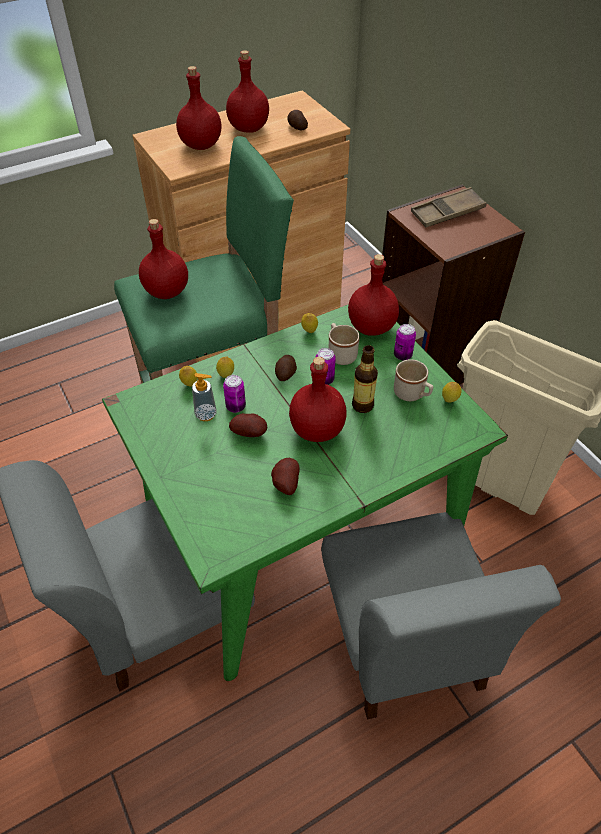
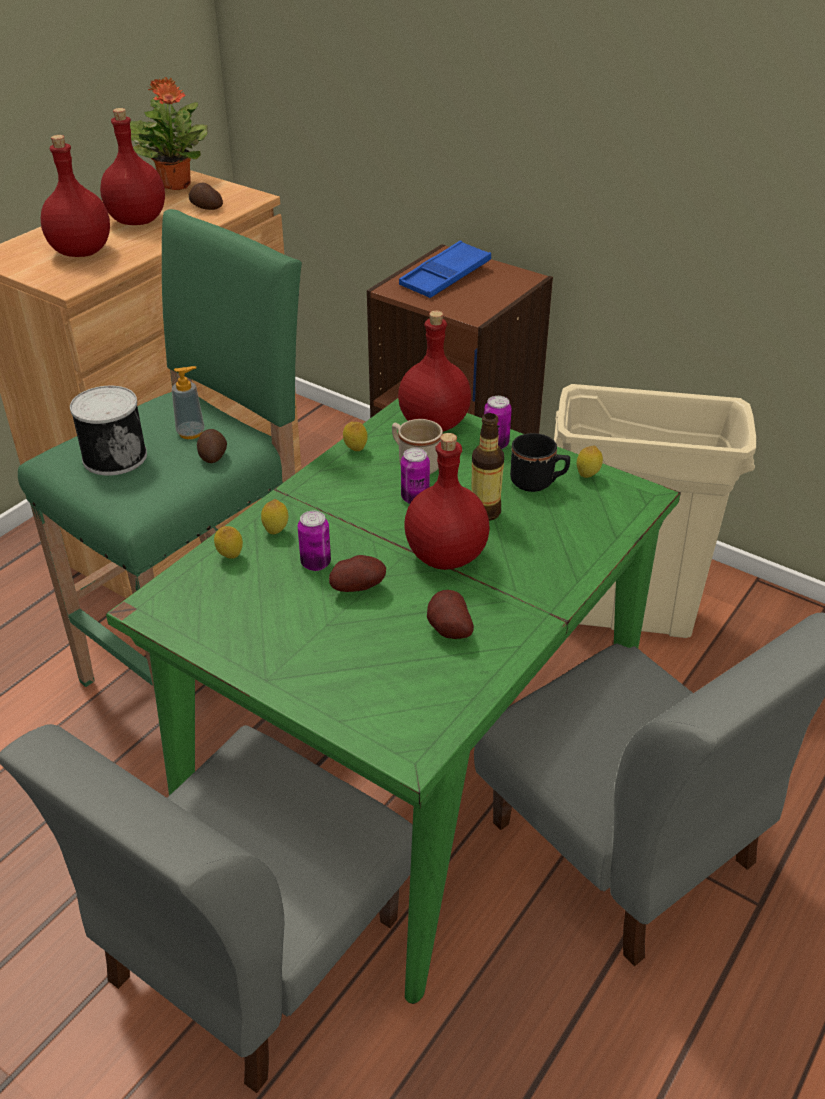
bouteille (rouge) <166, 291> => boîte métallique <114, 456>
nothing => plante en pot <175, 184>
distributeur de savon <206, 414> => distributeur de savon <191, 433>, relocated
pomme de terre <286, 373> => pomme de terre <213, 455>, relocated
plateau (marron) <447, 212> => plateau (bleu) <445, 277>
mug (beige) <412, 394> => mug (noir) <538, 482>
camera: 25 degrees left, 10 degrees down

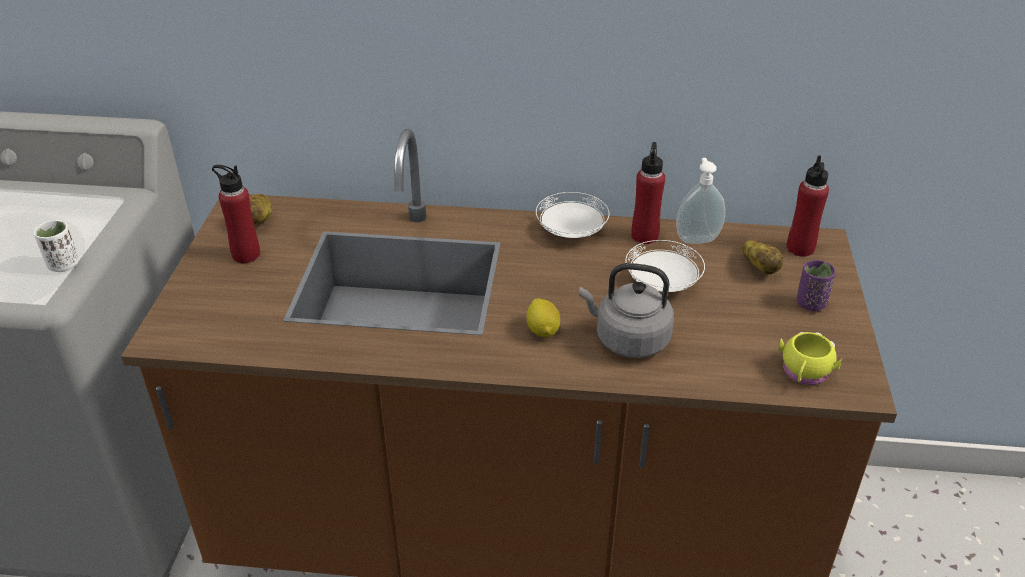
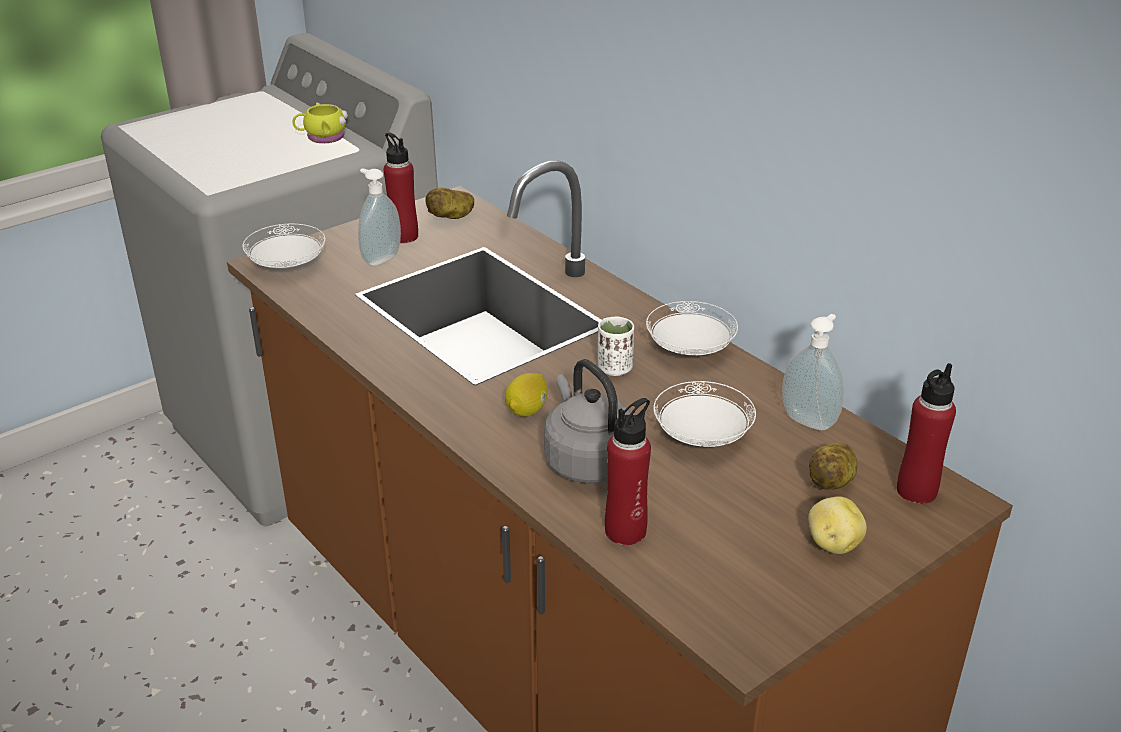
nothing => assiette (blanc) <288, 266>
mug (jaune) <804, 374> => mug (jaune) <322, 137>, relocated
nothing => distributeur de savon <380, 258>
tasse (blanc) <63, 265> => tasse (blanc) <614, 368>, relocated
bouteille (rouge) <644, 236> => bouteille (rouge) <625, 531>, relocated
tasse (violet) <811, 303> => pomme de terre <832, 544>
camera: 45 degrees right, 5 degrees down

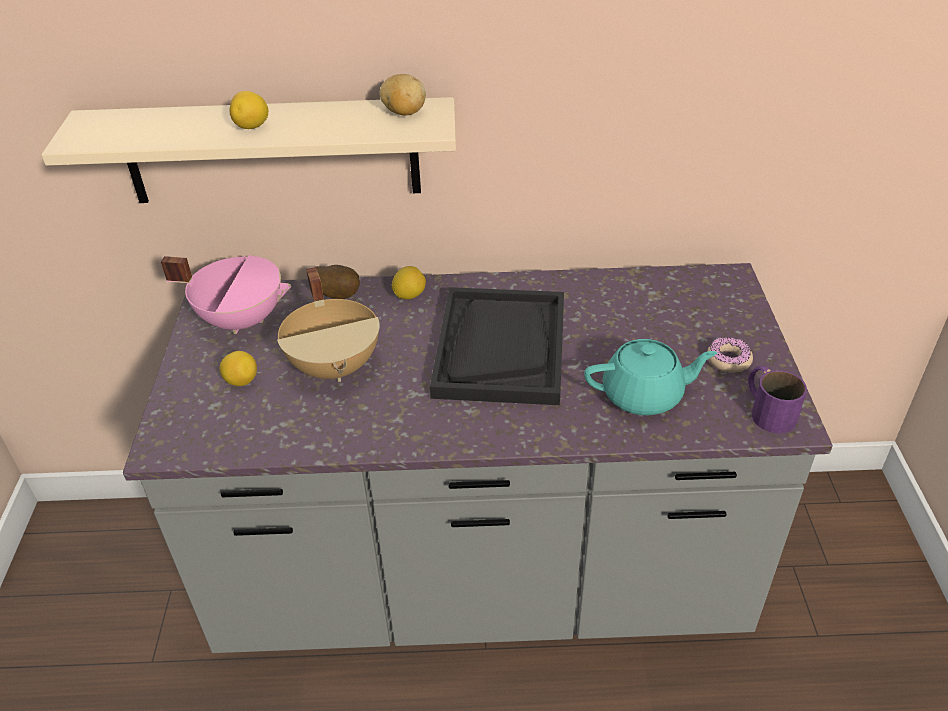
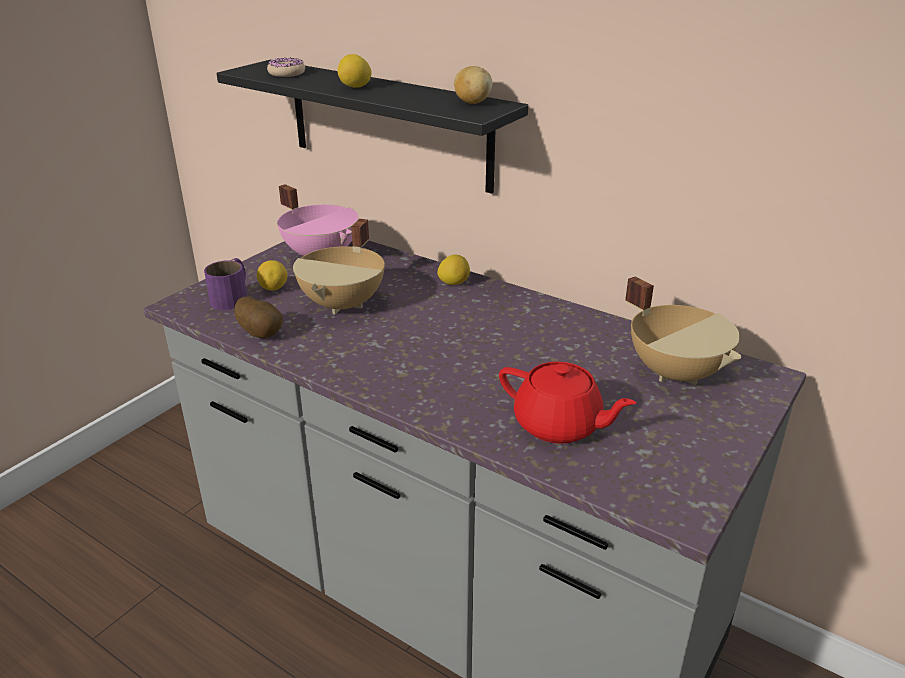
mug (violet) <766, 409> => mug (violet) <233, 296>, relocated
étagère (beige) <272, 151> => étagère (noir) <388, 124>
pomme de terre <338, 295> => pomme de terre <262, 334>, relocated
beignet <728, 360> => beignet <286, 73>, relocated
théière (turquoise) <644, 395> => théière (rouge) <559, 425>
nothing => marmite (beige) <677, 372>
plateau (noir) <500, 348> => nothing
camera: 35 degrees right, 10 degrees down

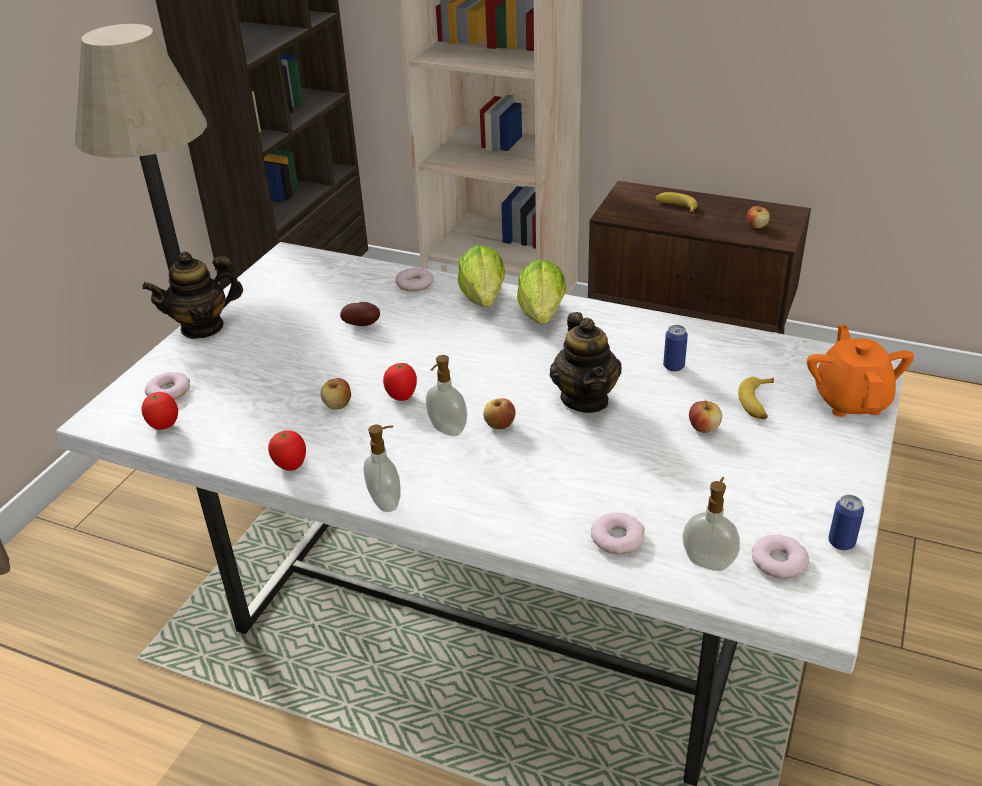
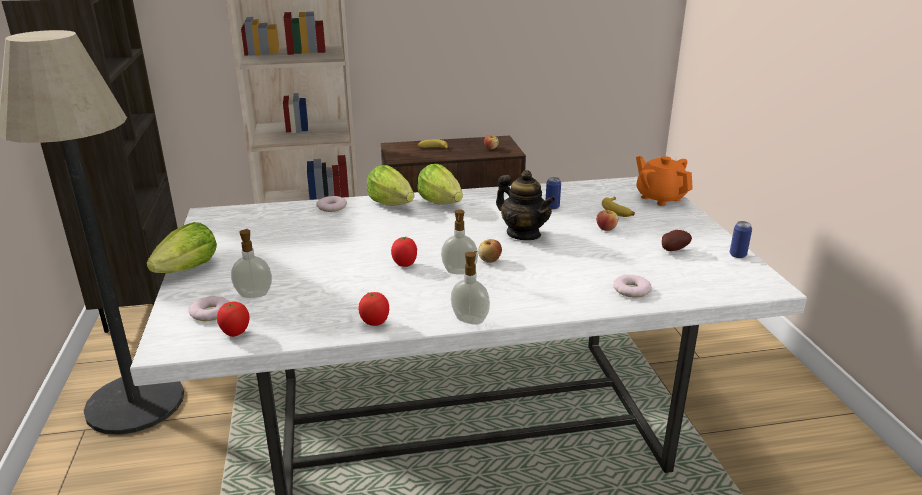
théière <202, 327> => laitue <188, 269>
distributeur de savon <708, 561> => distributeur de savon <254, 294>, relocated
pomme de terre <363, 324> => pomme de terre <673, 250>, relocated
pomme <338, 405> => nothing
beignet <778, 561> => nothing
camera: 35 degrees left, 10 degrees down

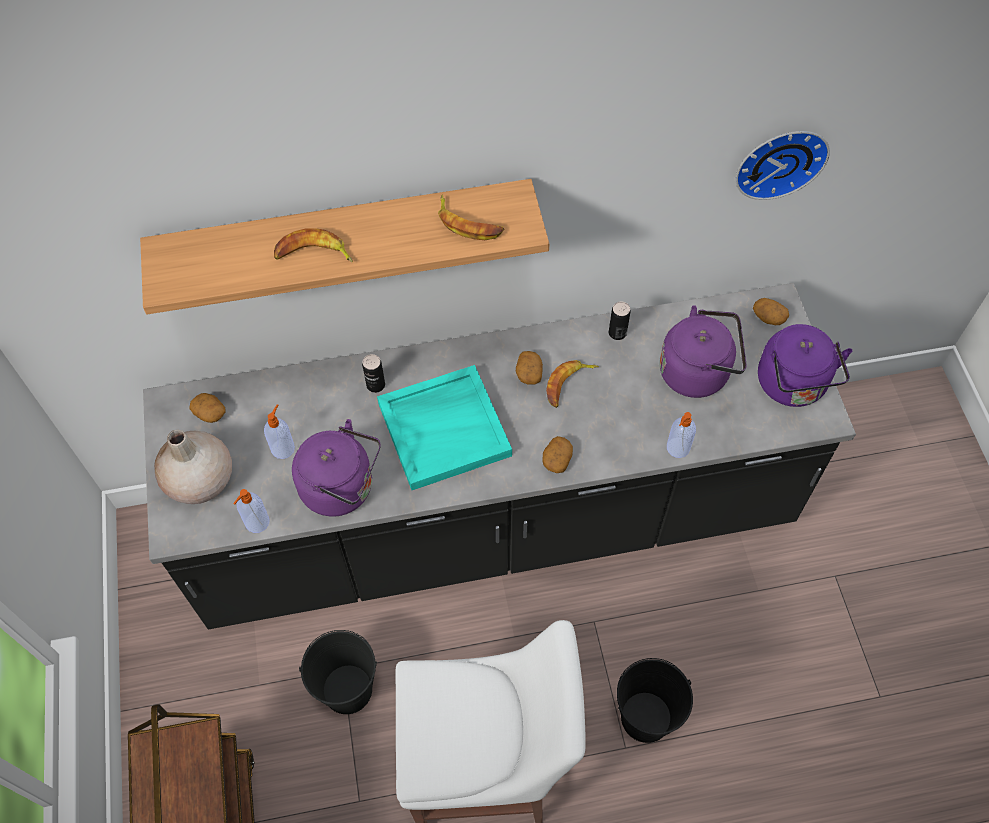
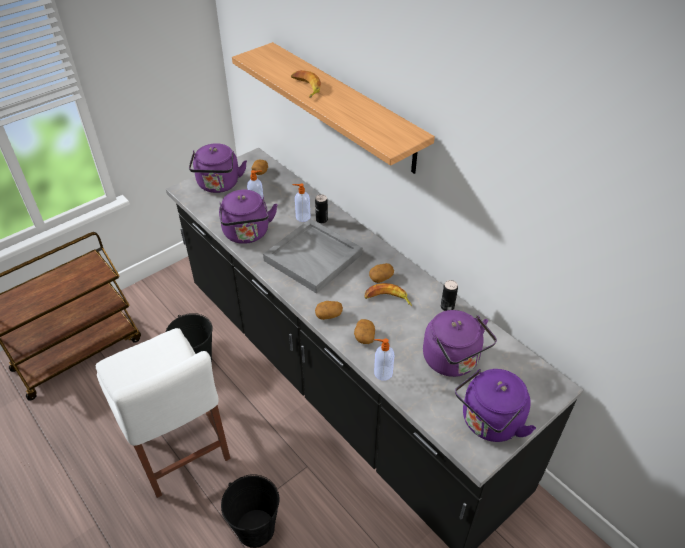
vase (beige) <200, 481> => bouilloire (violet) <219, 185>
plateau (turquoise) <444, 428> => plateau (gris) <314, 257>
distributeur de savon <256, 523> => distributeur de savon <302, 217>, relocated
pomme de terre <768, 317> => pomme de terre <364, 336>, relocated
banane <468, 224> => nothing
horloge murale <779, 160> => nothing
camera: 60 degrees right, 15 degrees down

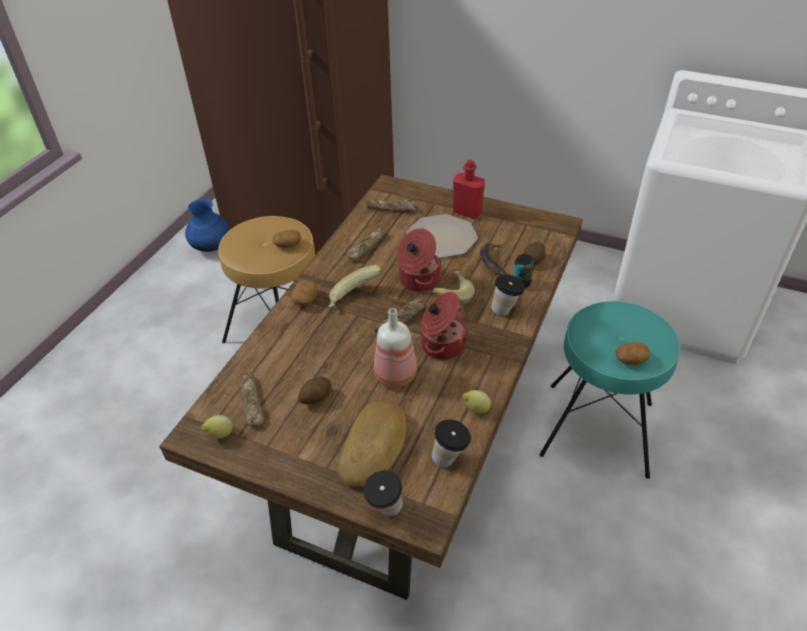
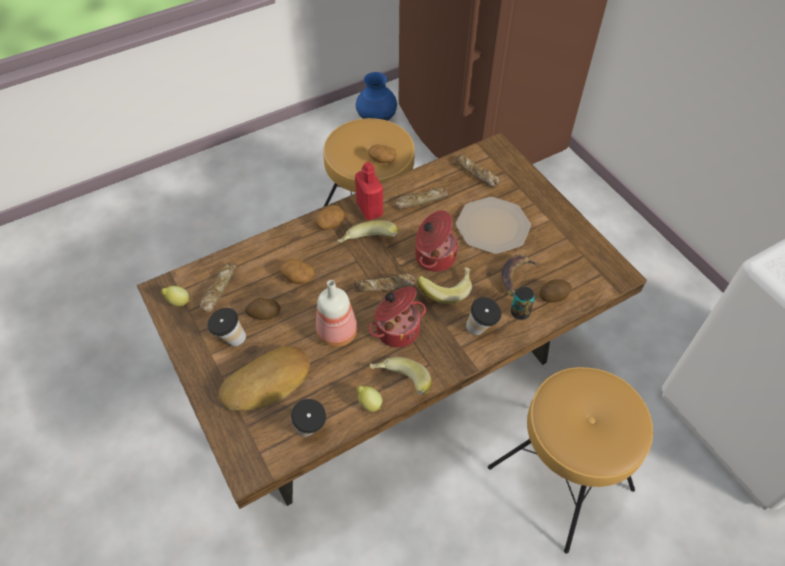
tasse <385, 511> => tasse <230, 340>, relocated
pomme de terre <630, 360> => pomme de terre <297, 277>, relocated
bouteille (rouge) <467, 212> => bouteille (rouge) <369, 209>, relocated
nothing => banane <399, 384>
tabouret (turquoise) <597, 429> => tabouret (marron) <559, 479>
camera: 35 degrees right, 10 degrees up

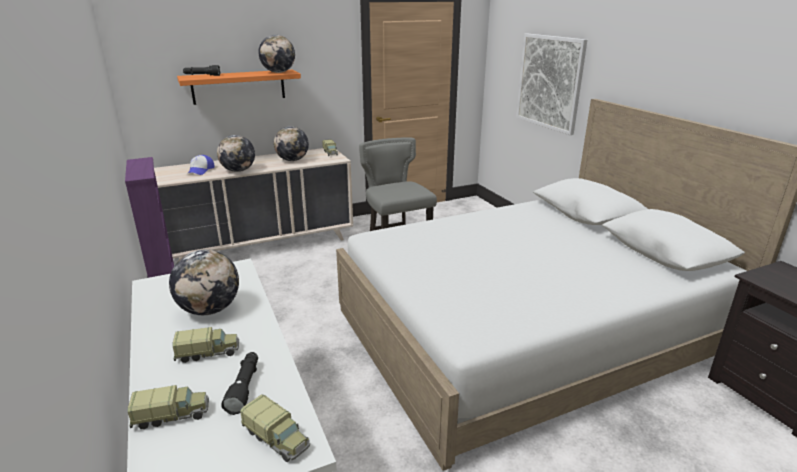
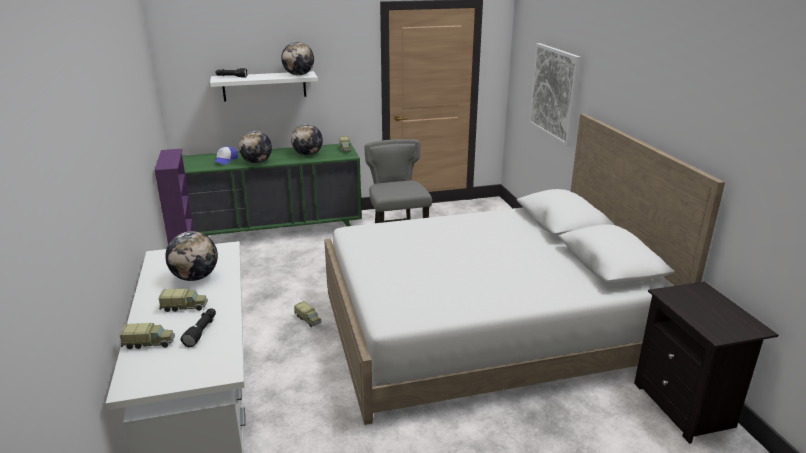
commode (beige) <261, 245> => commode (vert) <277, 230>
étagère (orange) <238, 86> => étagère (blanc) <264, 86>
camion jouet <277, 439> => camion jouet <308, 319>, relocated
camera: 10 degrees right, 0 degrees up

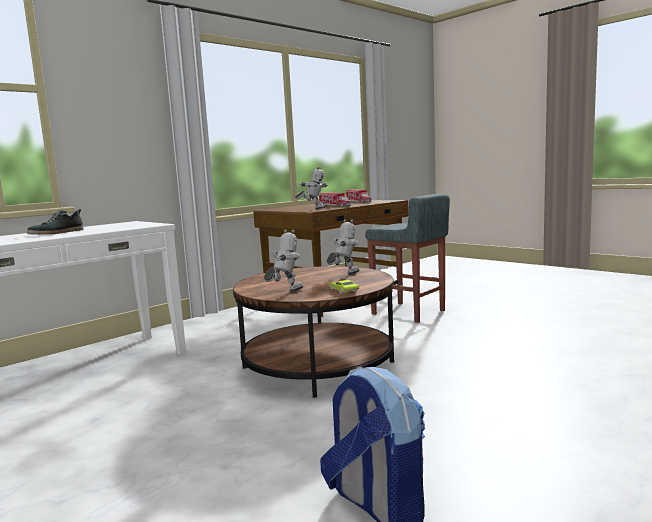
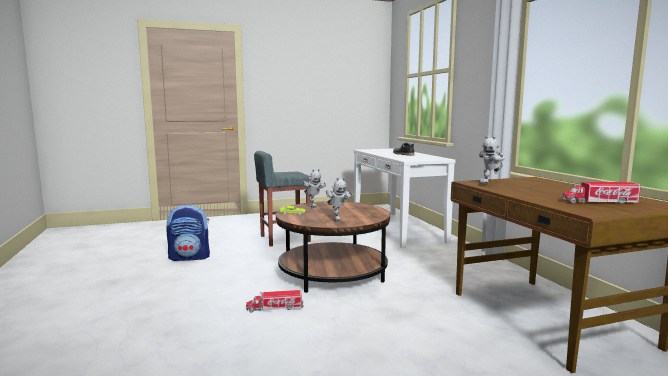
camion jouet <335, 206> => camion jouet <275, 308>, relocated
tabouret (gris) <409, 312> => tabouret (gris) <284, 239>, relocated
camera: 115 degrees right, 0 degrees up

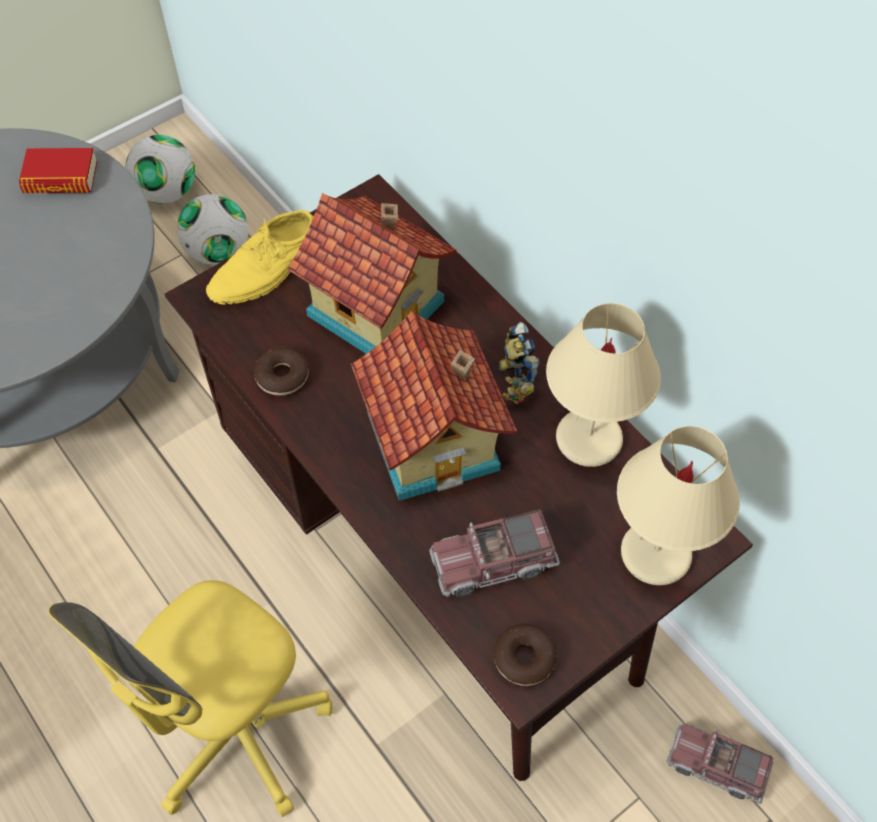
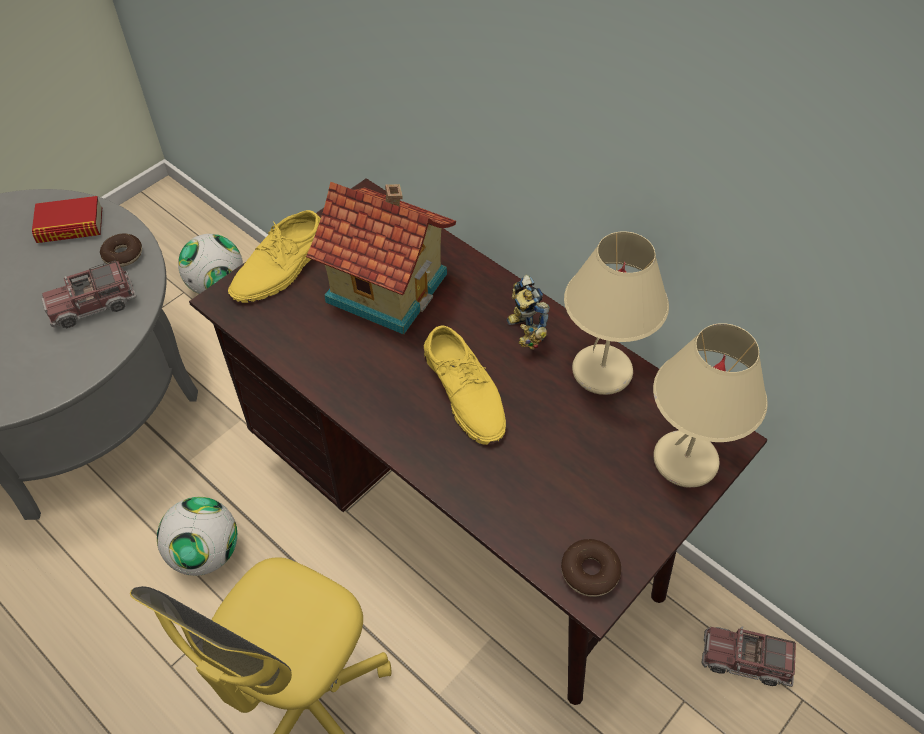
camion jouet <493, 561> => camion jouet <93, 305>, relocated
beignet <282, 376> => beignet <123, 255>, relocated
ballon de foot <167, 193> => ballon de foot <206, 553>, relocated
maison miniature <436, 440> => chaussure (jaune) <465, 392>
camera: 10 degrees left, 5 degrees down

